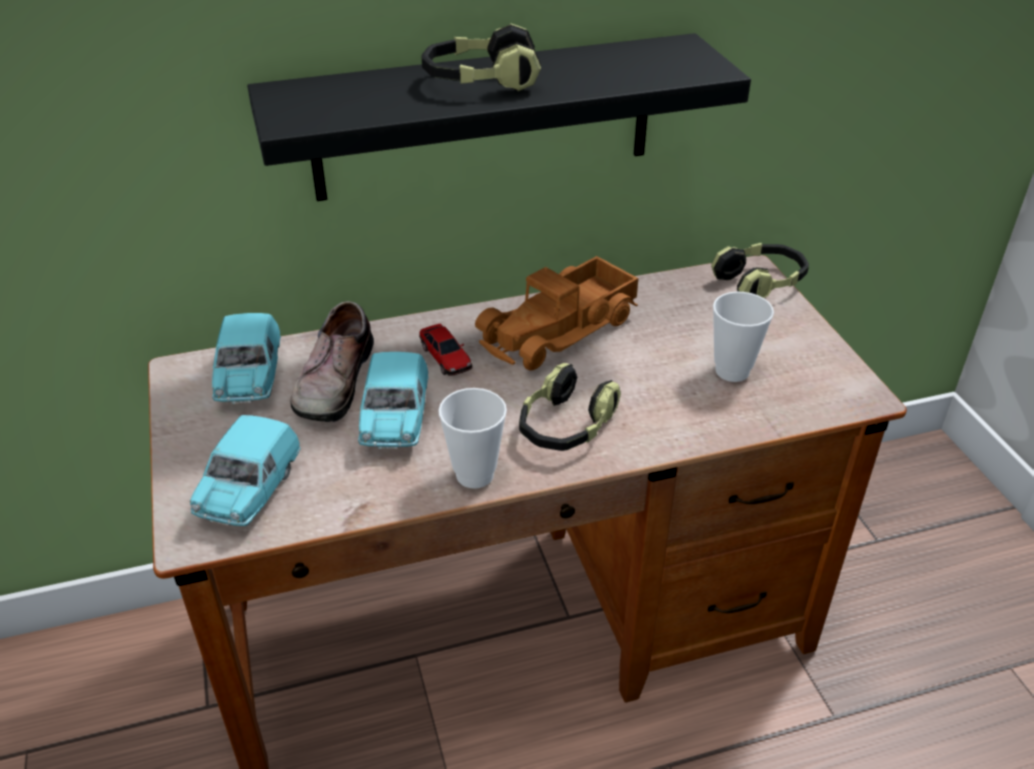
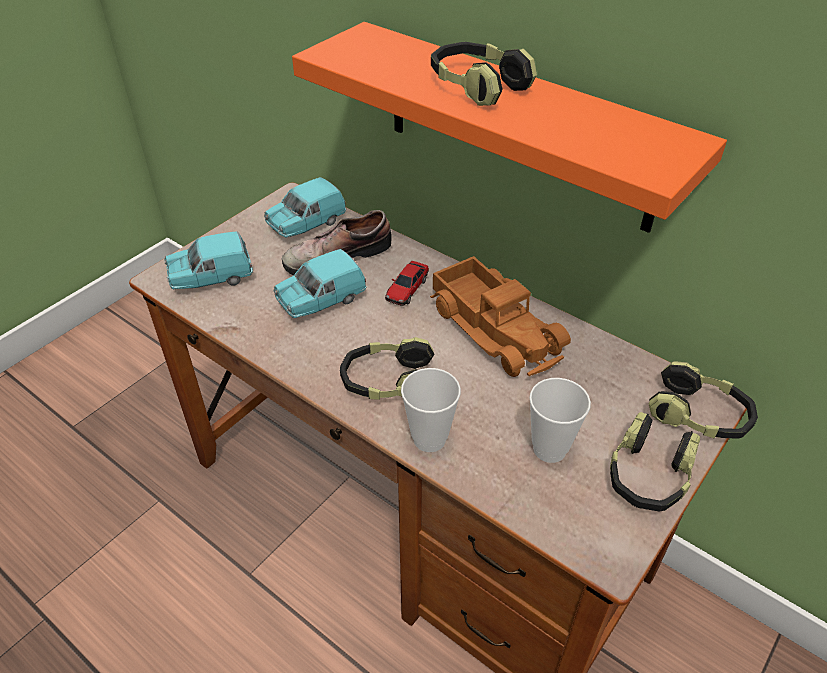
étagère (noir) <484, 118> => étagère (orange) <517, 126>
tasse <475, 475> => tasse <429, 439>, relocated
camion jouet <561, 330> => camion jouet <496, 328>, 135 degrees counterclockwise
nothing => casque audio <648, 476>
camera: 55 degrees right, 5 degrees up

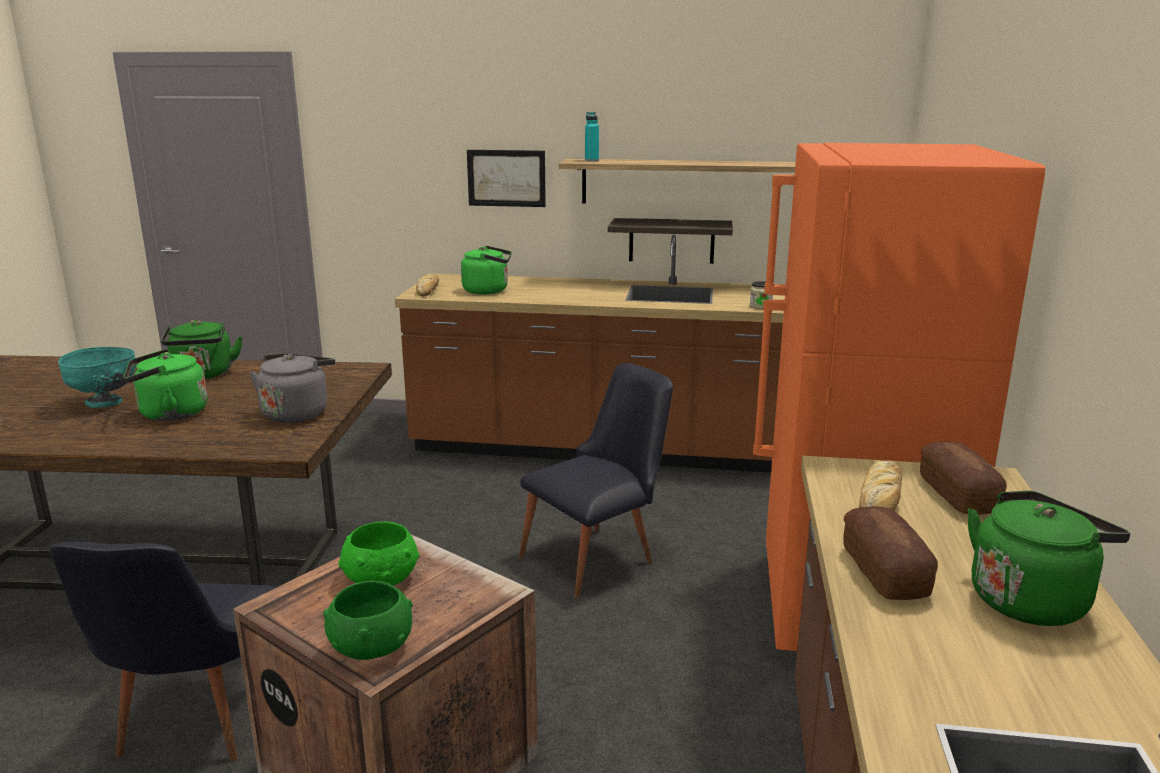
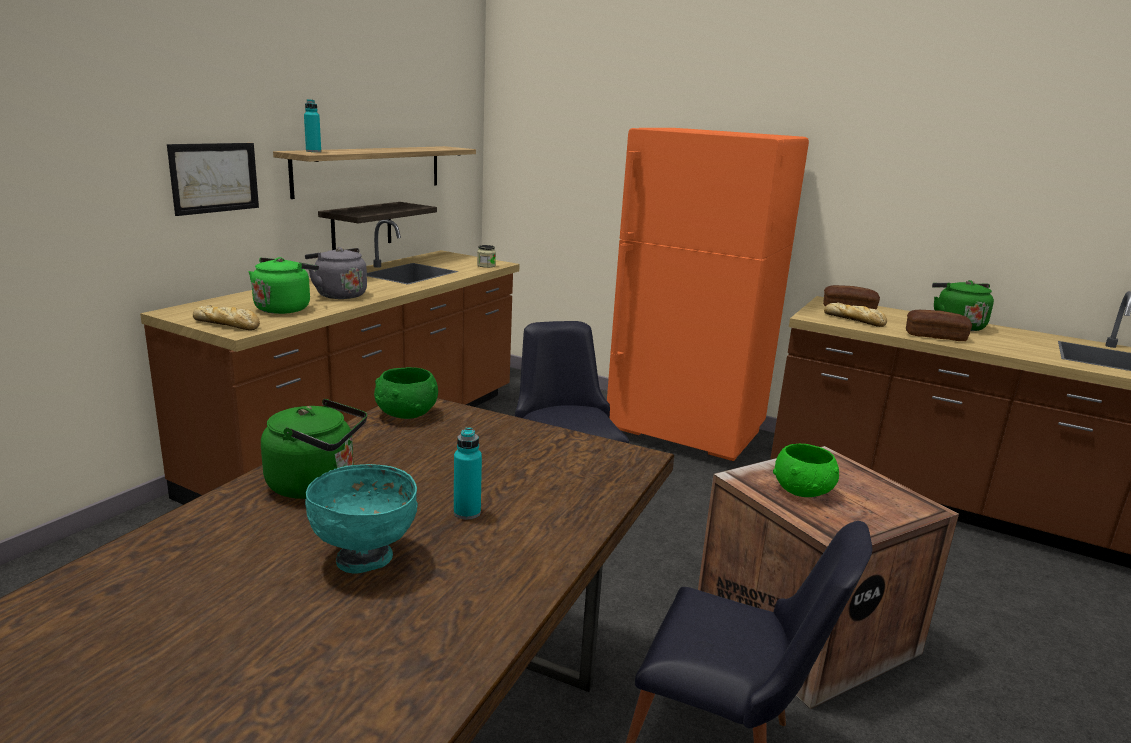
bouilloire (gris) <297, 413> => bouilloire (gris) <338, 294>, relocated
bol (vert) <371, 646> => bol (vert) <406, 413>, relocated
bouilloire (vert) <169, 414> => bouteille (turquoise) <467, 512>
camera: 70 degrees left, 0 degrees up

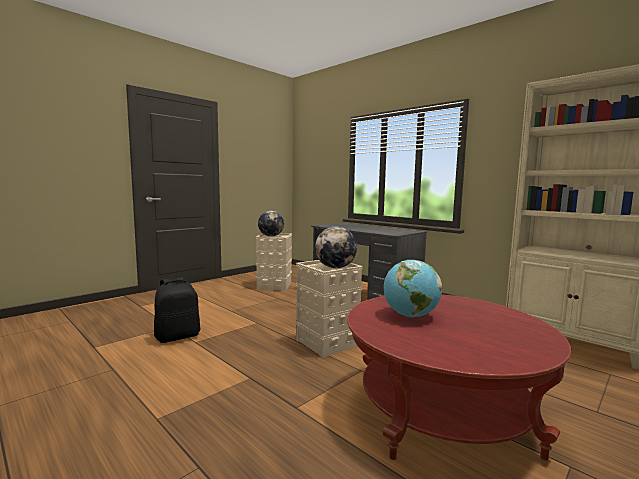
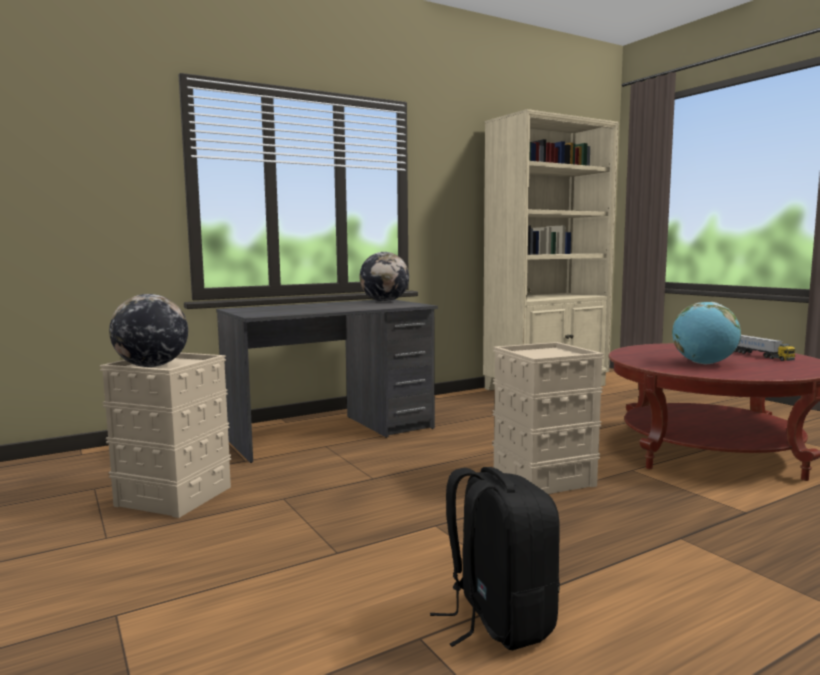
globe <335, 267> => globe <384, 301>, relocated
nothing => camion jouet <760, 355>
camera: 75 degrees left, 0 degrees up

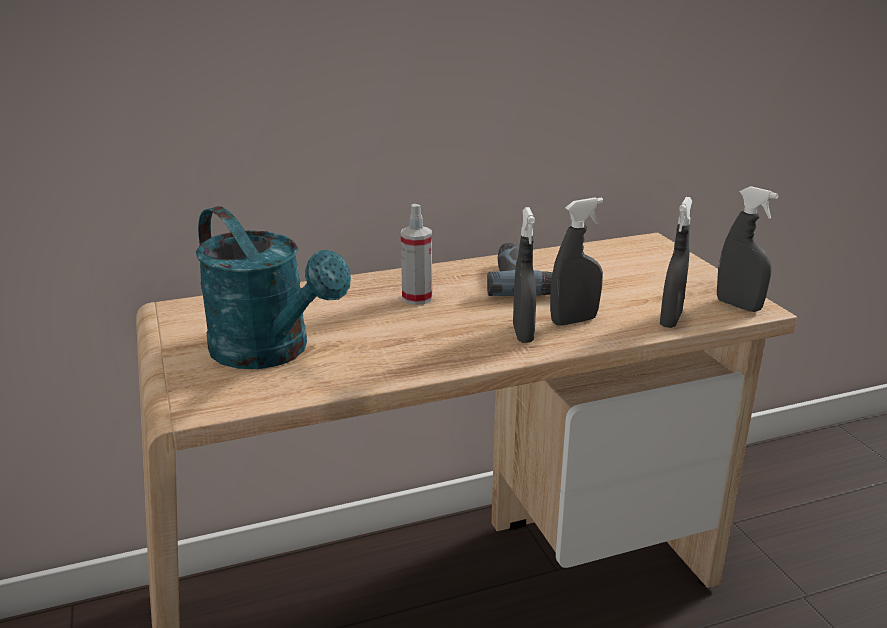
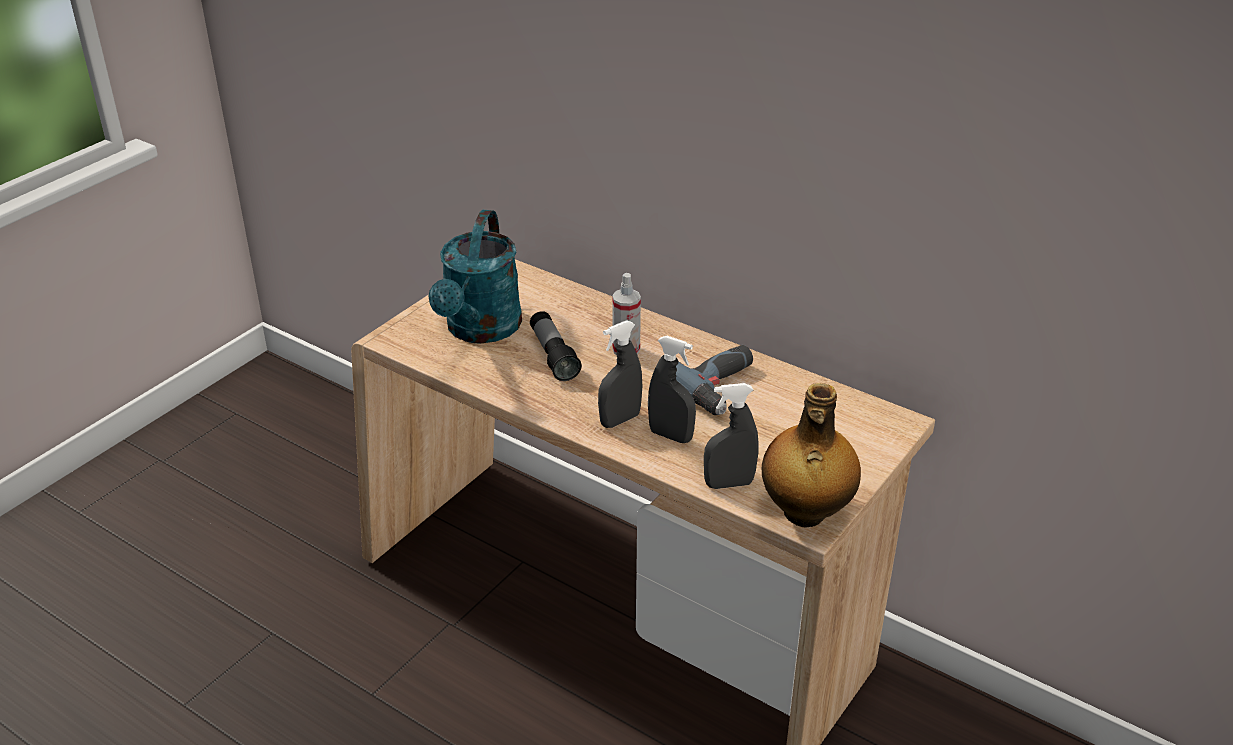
nothing => lampe de poche <553, 356>
vaporisateur (gris) <738, 305> => bouteille <804, 513>
camera: 55 degrees right, 10 degrees up

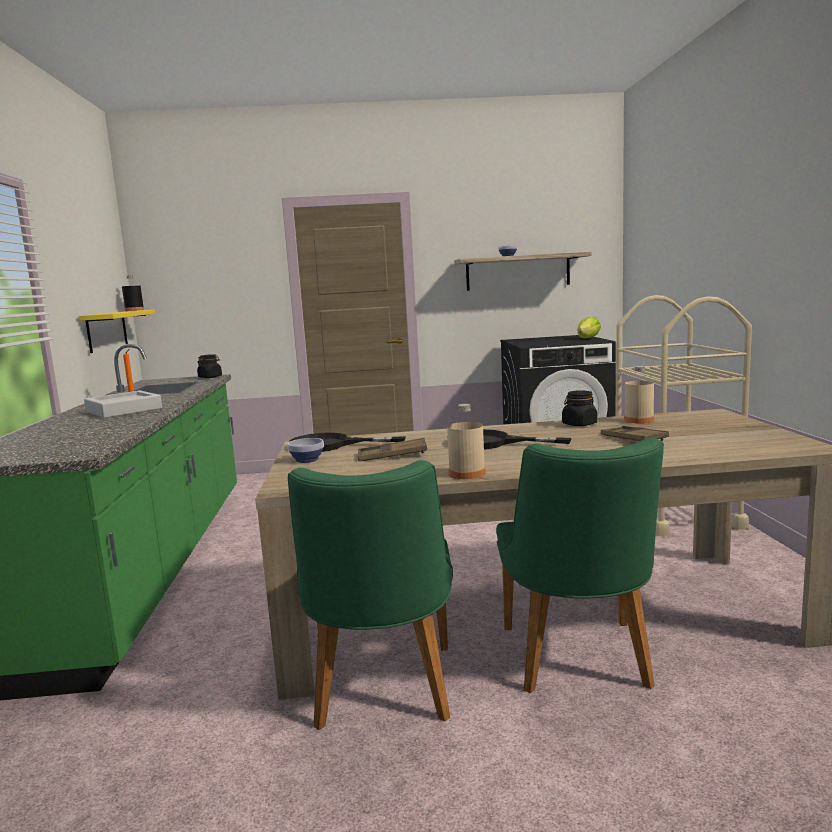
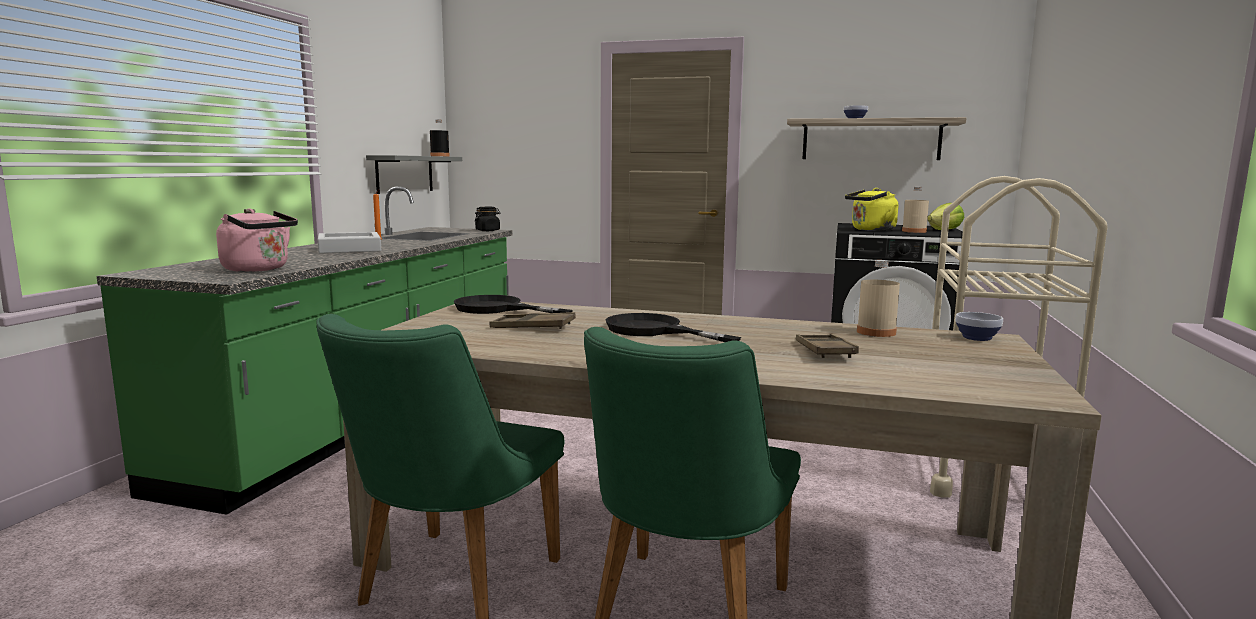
nothing => bouilloire (rose) <259, 269>
étagère (jaune) <107, 331> => étagère (gris) <404, 174>
nothing => bouilloire (jaune) <871, 230>
bouteille (beige) <467, 473> => bouteille (beige) <914, 231>, relocated
bol <306, 460> => bol <975, 338>, relocated
bocal (noir) <579, 424> => nothing
camera: 20 degrees right, 0 degrees up

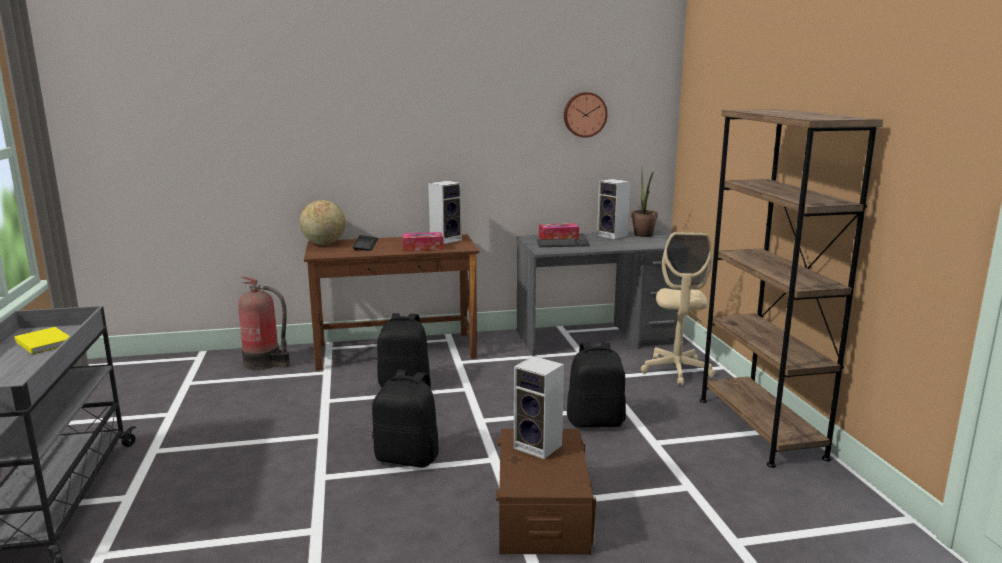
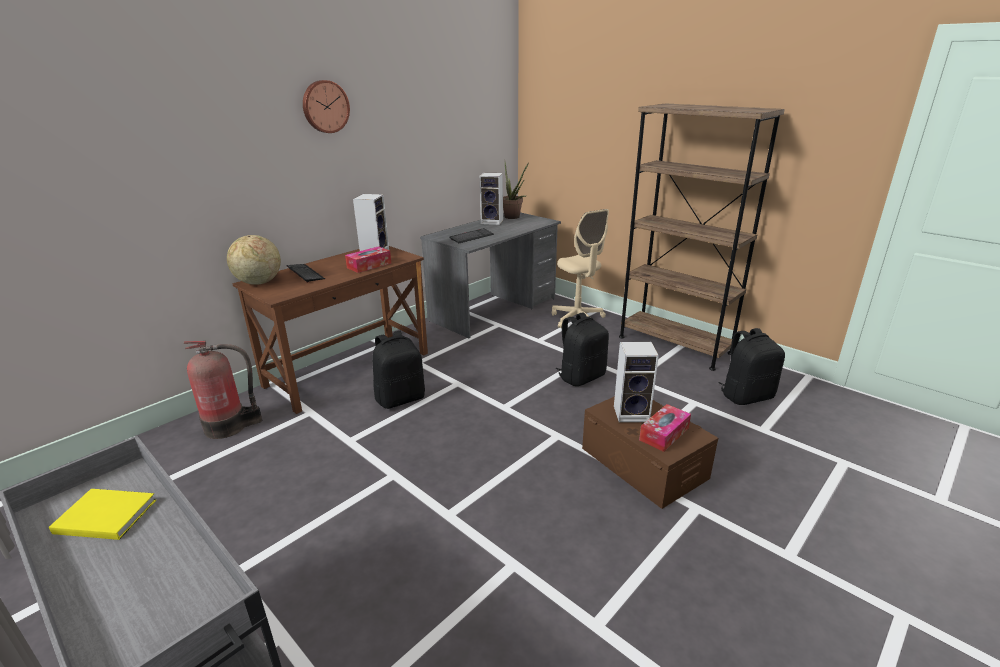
horloge murale <584, 114> => horloge murale <325, 106>, relocated
boîte à mouchoirs <558, 237> => boîte à mouchoirs <664, 434>, relocated
sac à dos (noir) <408, 458> => sac à dos (noir) <746, 396>, relocated
camera: 35 degrees left, 10 degrees up

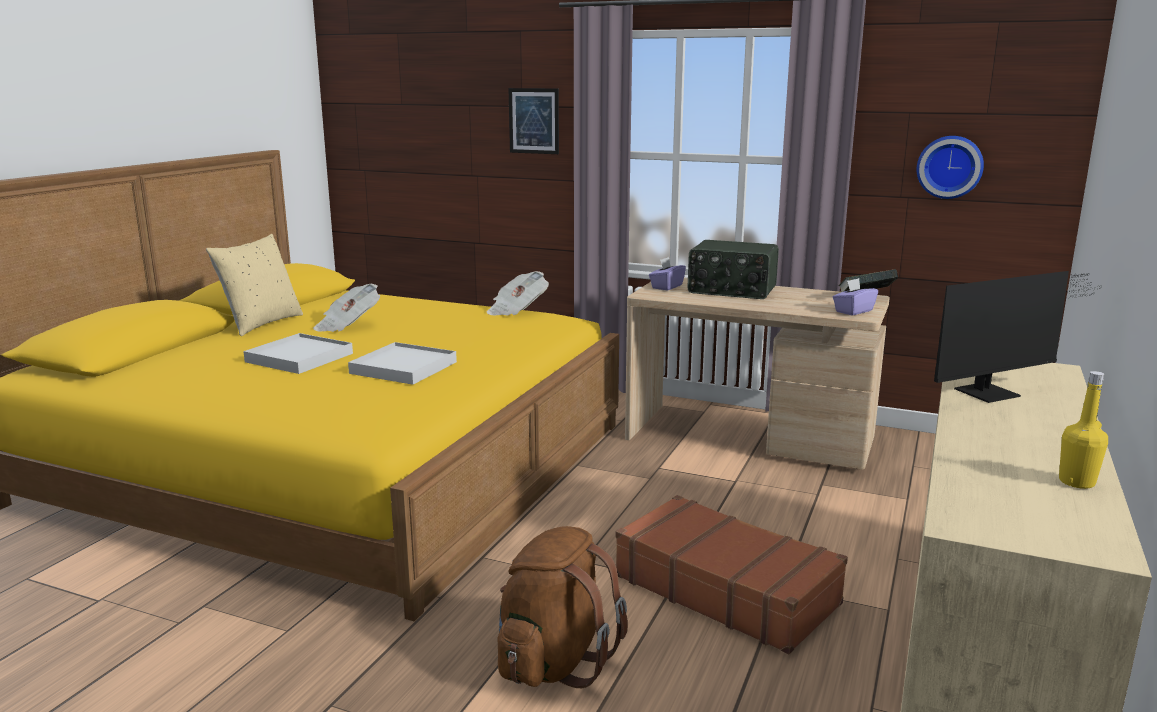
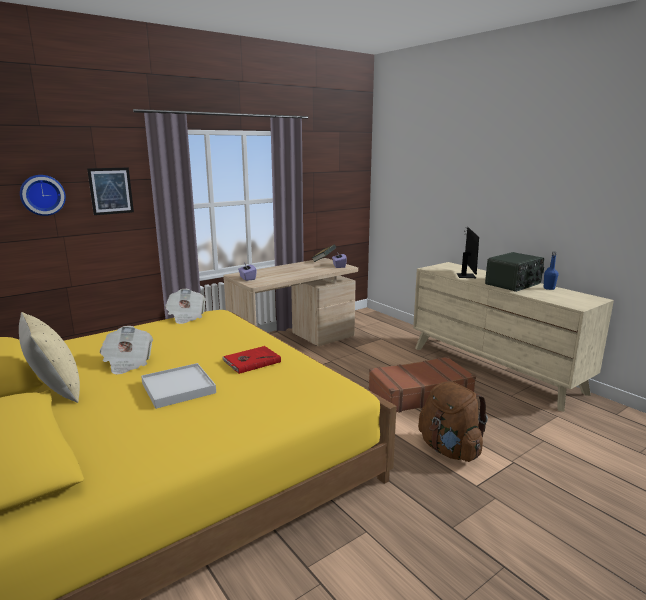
horloge murale <949, 167> => horloge murale <42, 195>, relocated
plateau (blanc) <403, 367> => livre (rouge) <251, 361>
radio <731, 290> => radio <513, 284>, relocated
bouteille (jaune) <1076, 482> => bouteille (bleu) <549, 288>
camera: 60 degrees left, 0 degrees up

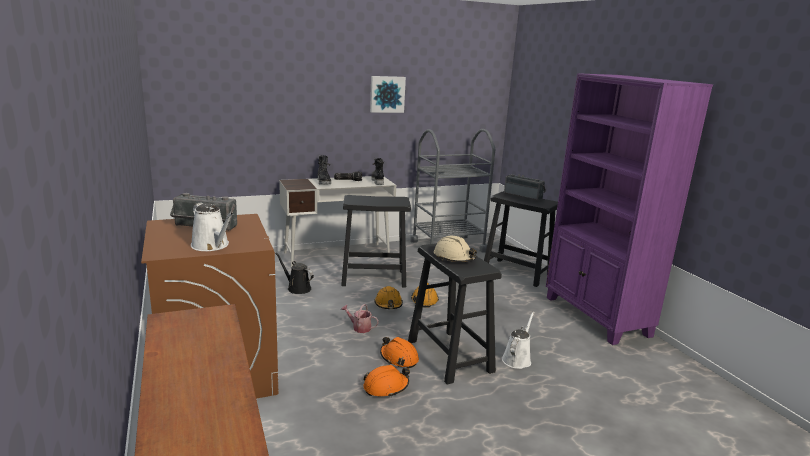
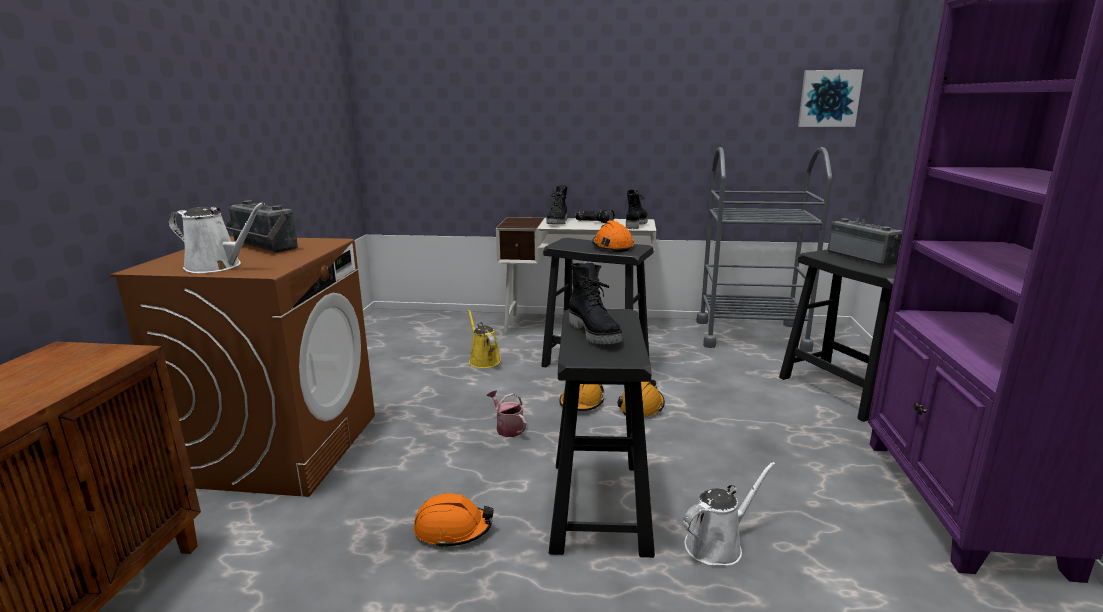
arrosoir (blanc) <212, 246> => arrosoir (blanc) <217, 266>, 60 degrees counterclockwise
arrosoir (noir) <297, 288> => arrosoir (jaune) <483, 360>
casque de chantier (beige) <454, 258> => botte (noir) <595, 333>
casque de chantier (orange) <399, 358> => casque de chantier (orange) <612, 246>, relocated
tableau <387, 94> => tableau <828, 98>, relocated
camera: 30 degrees right, 0 degrees up

